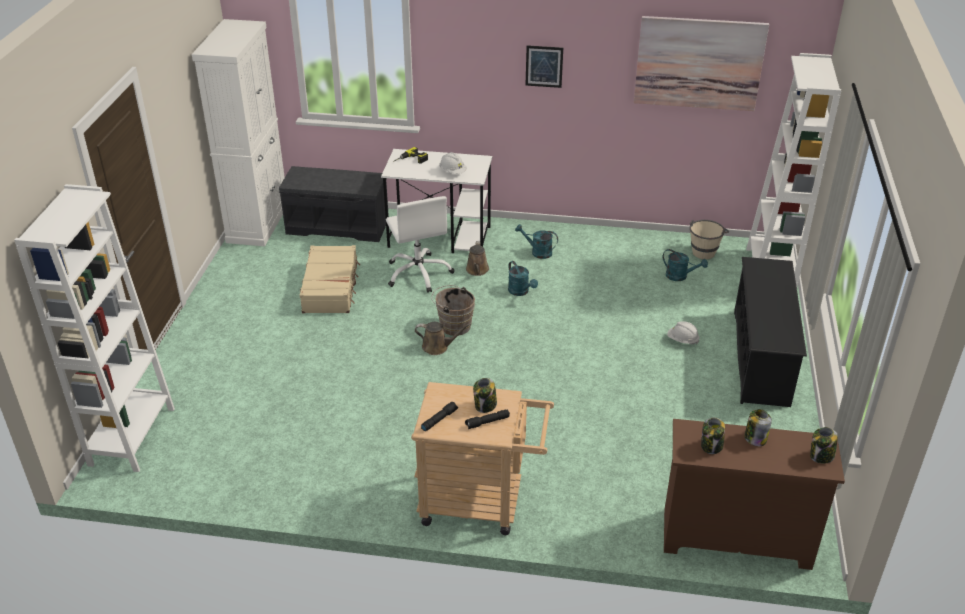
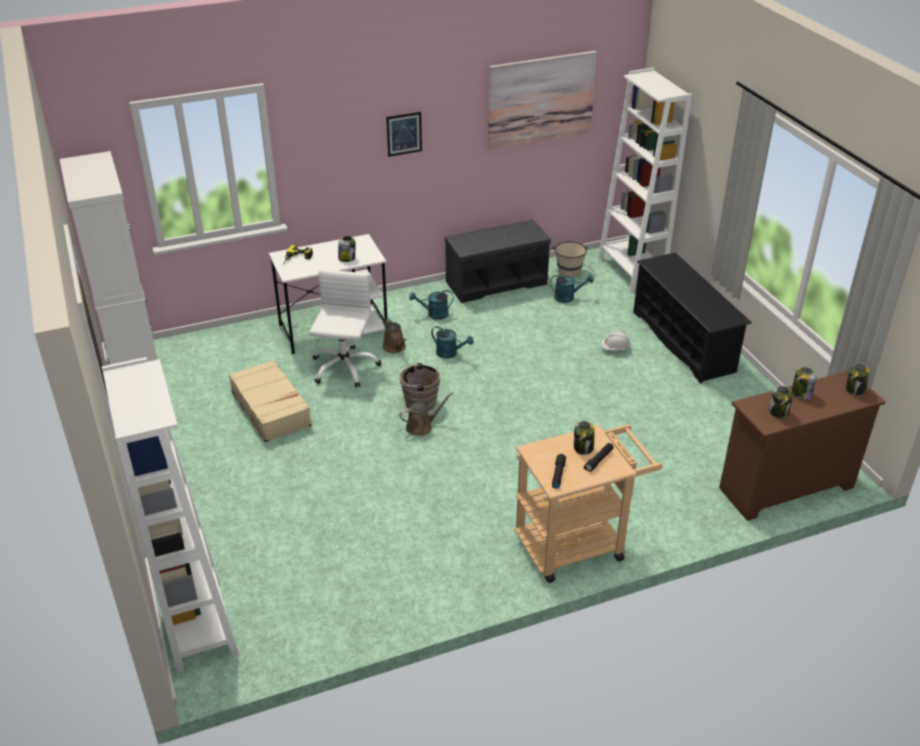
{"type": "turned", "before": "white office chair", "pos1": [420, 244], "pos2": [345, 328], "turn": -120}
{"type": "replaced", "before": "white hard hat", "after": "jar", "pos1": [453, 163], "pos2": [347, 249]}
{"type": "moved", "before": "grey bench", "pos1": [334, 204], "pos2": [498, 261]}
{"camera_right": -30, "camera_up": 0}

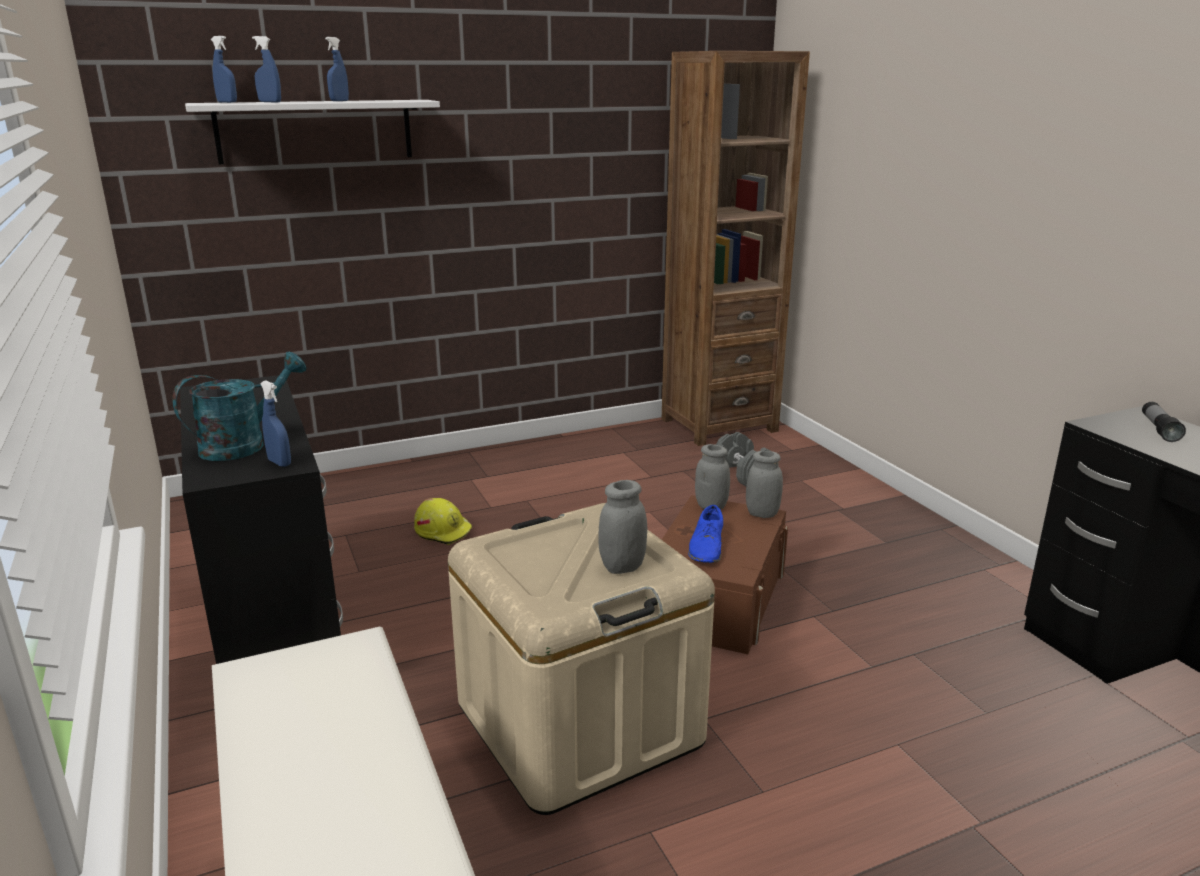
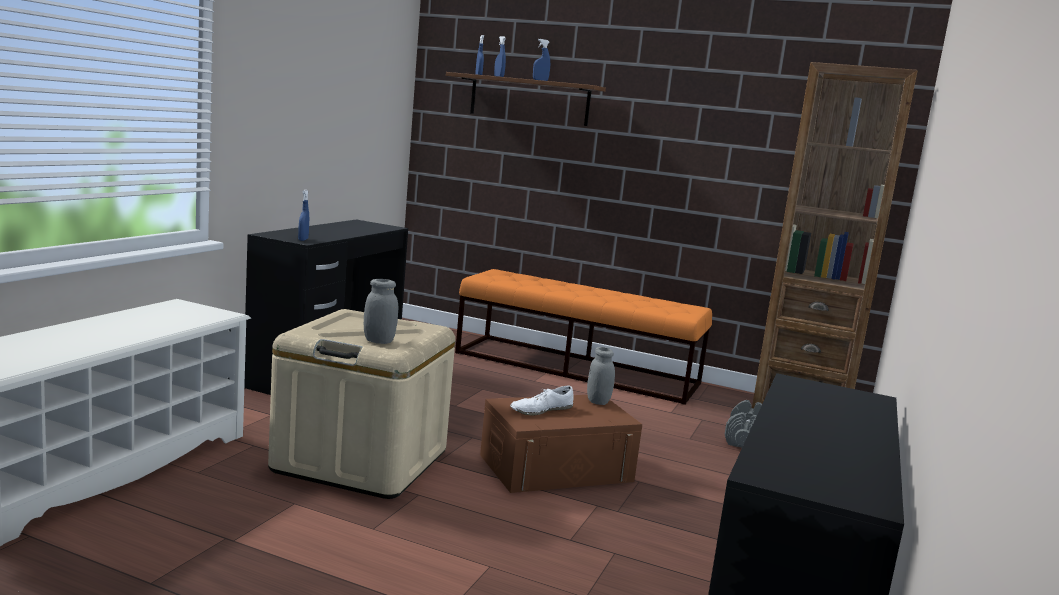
{"type": "recoloured", "before": "white shelf", "after": "brown shelf", "pos1": [312, 132], "pos2": [526, 99]}
{"type": "added", "after": "orange bench", "pos2": [583, 337]}
{"type": "recoloured", "before": "blue shoe", "after": "white shoe", "pos1": [705, 534], "pos2": [541, 400]}
{"type": "removed", "before": "turquoise watering can", "pos1": [239, 406]}
{"type": "removed", "before": "yellow hard hat", "pos1": [443, 521]}
{"type": "removed", "before": "grey jar", "pos1": [764, 484]}
{"type": "removed", "before": "flashlight", "pos1": [1164, 422]}
{"camera_right": 45, "camera_up": -10}

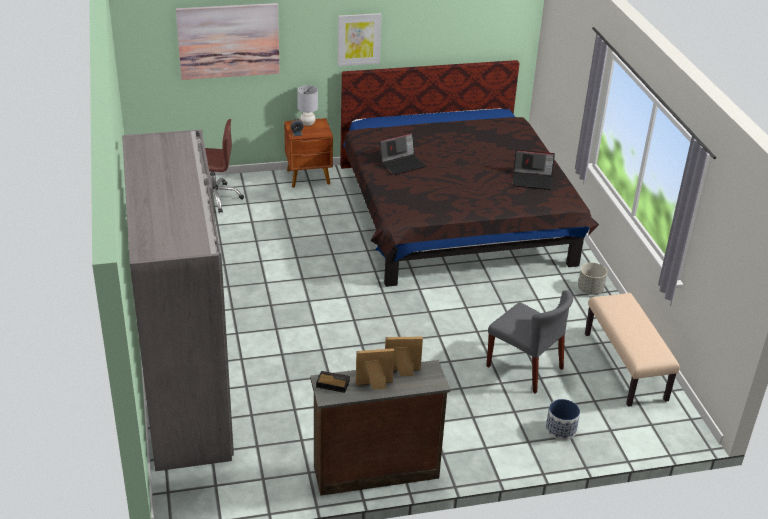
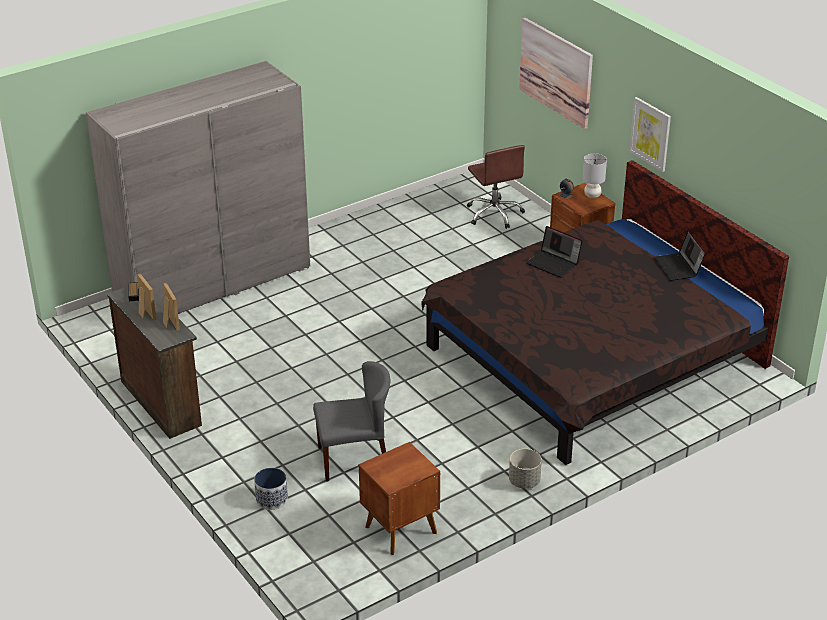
{"type": "turned", "before": "grey chair", "pos1": [529, 342], "pos2": [351, 421], "turn": -120}
{"type": "replaced", "before": "beige bench", "after": "brown nightstand", "pos1": [632, 350], "pos2": [399, 498]}
{"type": "moved", "before": "laptop", "pos1": [534, 170], "pos2": [680, 255]}
{"camera_right": 70, "camera_up": 0}

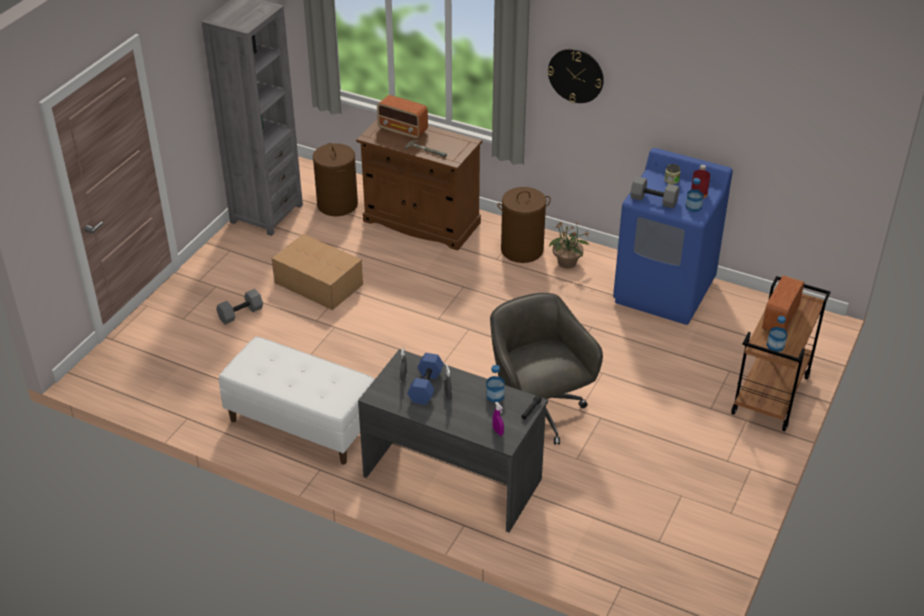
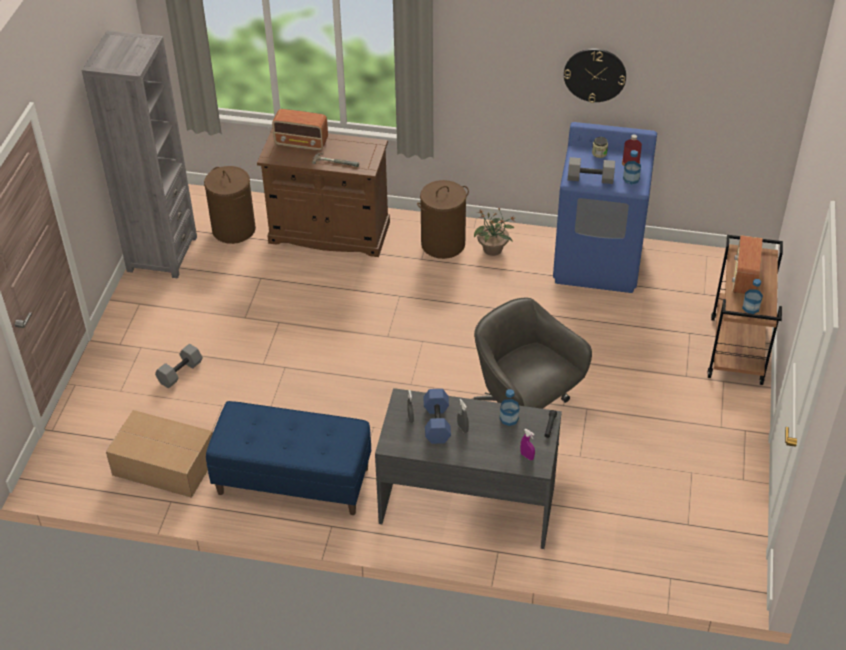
{"type": "moved", "before": "cardboard box", "pos1": [317, 272], "pos2": [159, 454]}
{"type": "recoloured", "before": "white bench", "after": "blue bench", "pos1": [297, 400], "pos2": [288, 458]}
{"type": "moved", "before": "wall clock", "pos1": [576, 75], "pos2": [595, 75]}
{"camera_right": -15, "camera_up": 5}

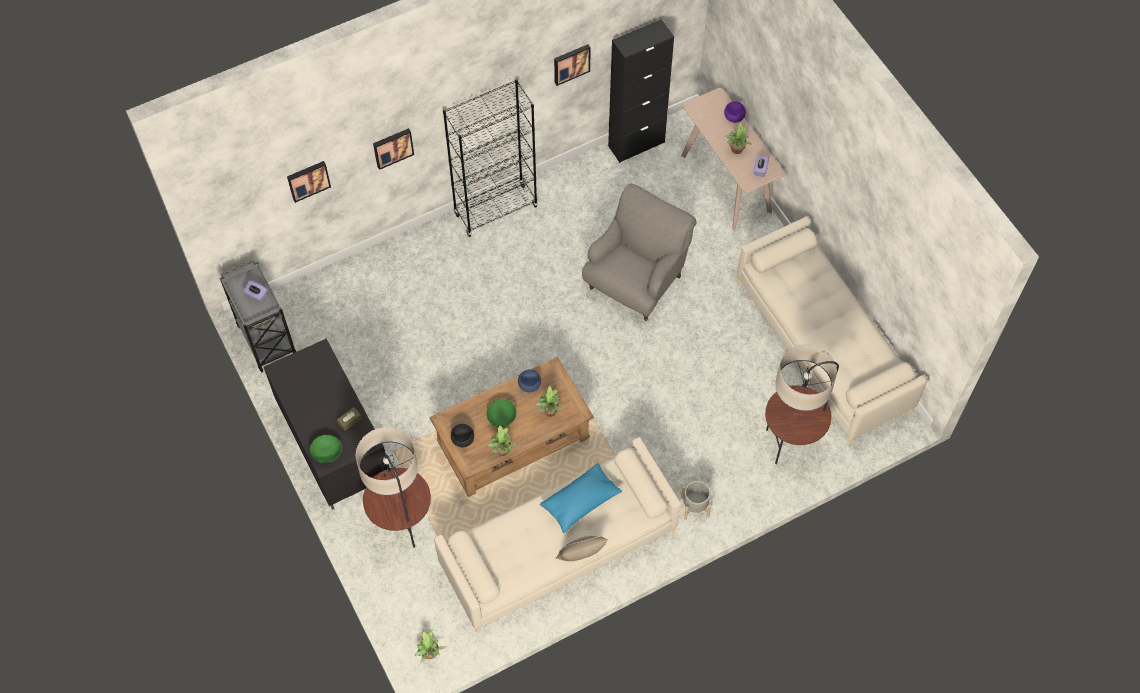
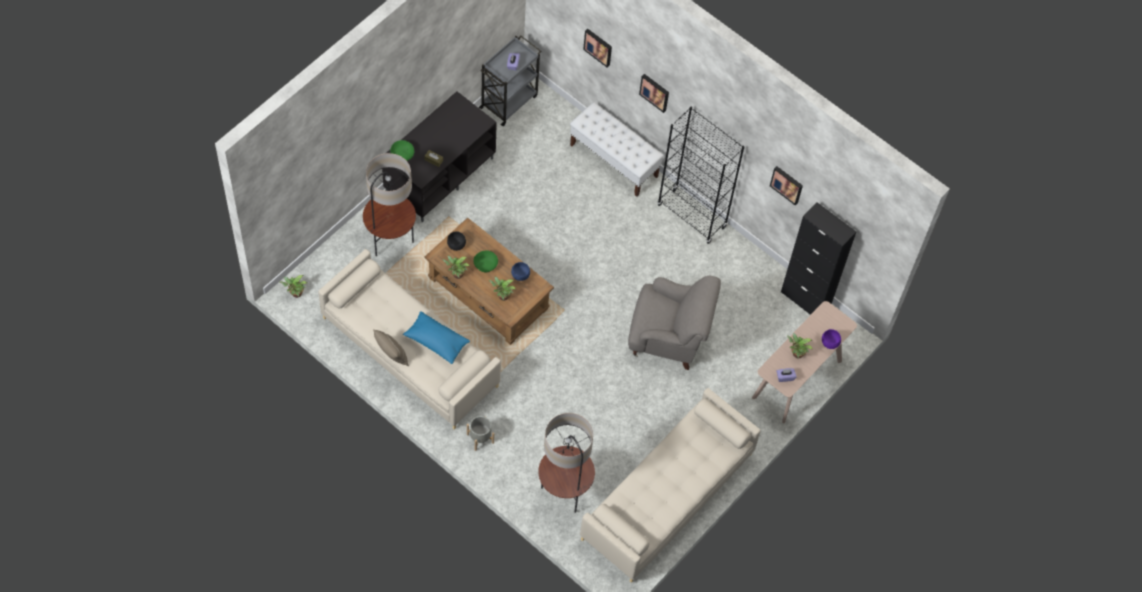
{"type": "added", "after": "white bench", "pos2": [617, 149]}
{"camera_right": 65, "camera_up": 0}

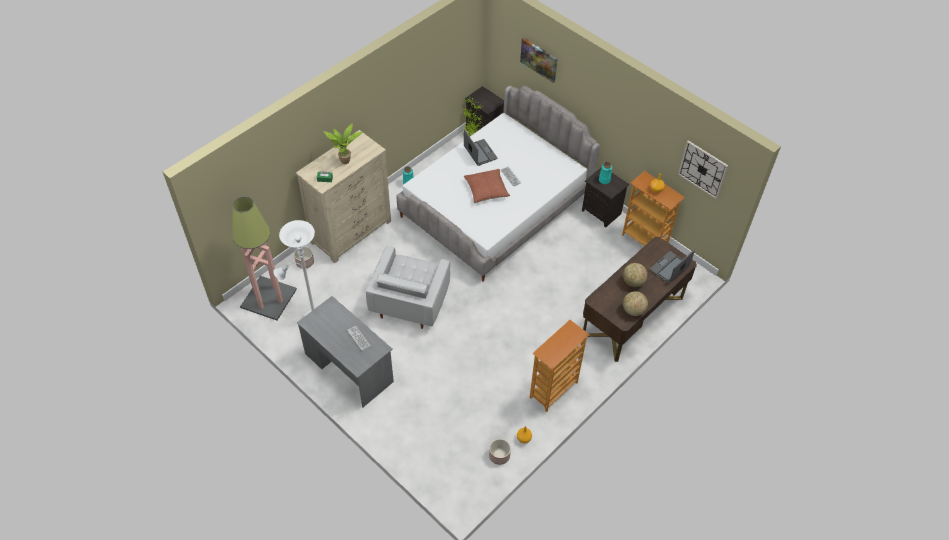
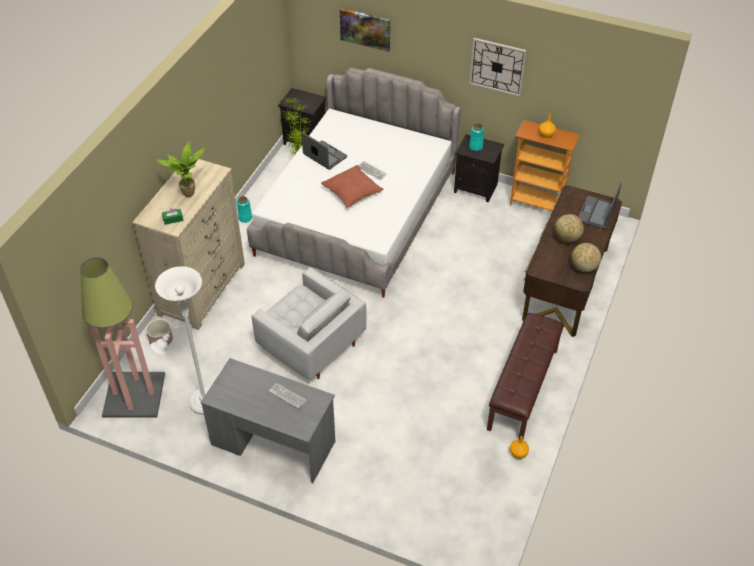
{"type": "turned", "before": "white armchair", "pos1": [408, 287], "pos2": [309, 323], "turn": -45}
{"type": "moved", "before": "wall clock", "pos1": [703, 170], "pos2": [498, 67]}
{"type": "replaced", "before": "bookcase", "after": "brown bench", "pos1": [560, 366], "pos2": [525, 376]}
{"type": "removed", "before": "planter", "pos1": [500, 452]}
{"camera_right": -20, "camera_up": -5}

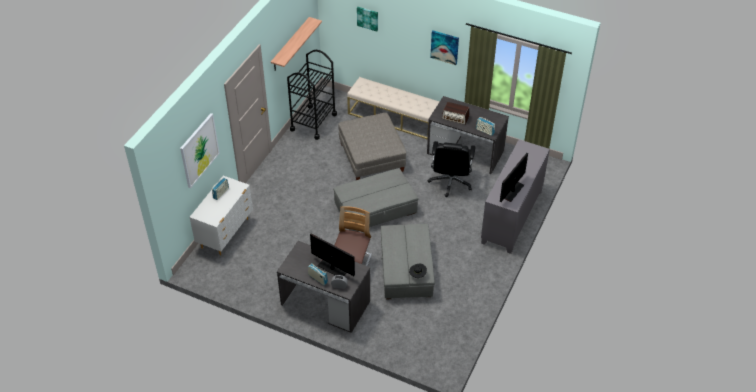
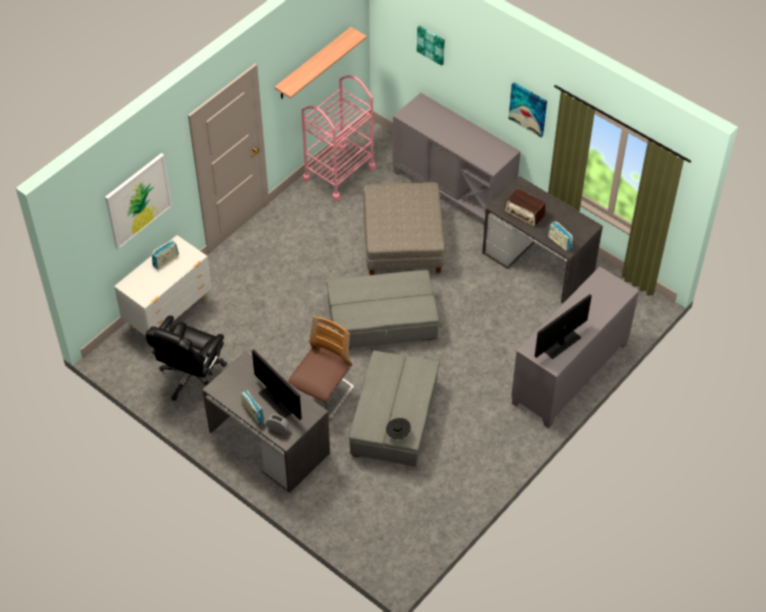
{"type": "moved", "before": "black office chair", "pos1": [452, 169], "pos2": [186, 357]}
{"type": "recoloured", "before": "black cart", "after": "pink cart", "pos1": [312, 95], "pos2": [338, 138]}
{"type": "replaced", "before": "beige bench", "after": "grey cabinet", "pos1": [393, 108], "pos2": [457, 159]}
{"camera_right": 15, "camera_up": 5}

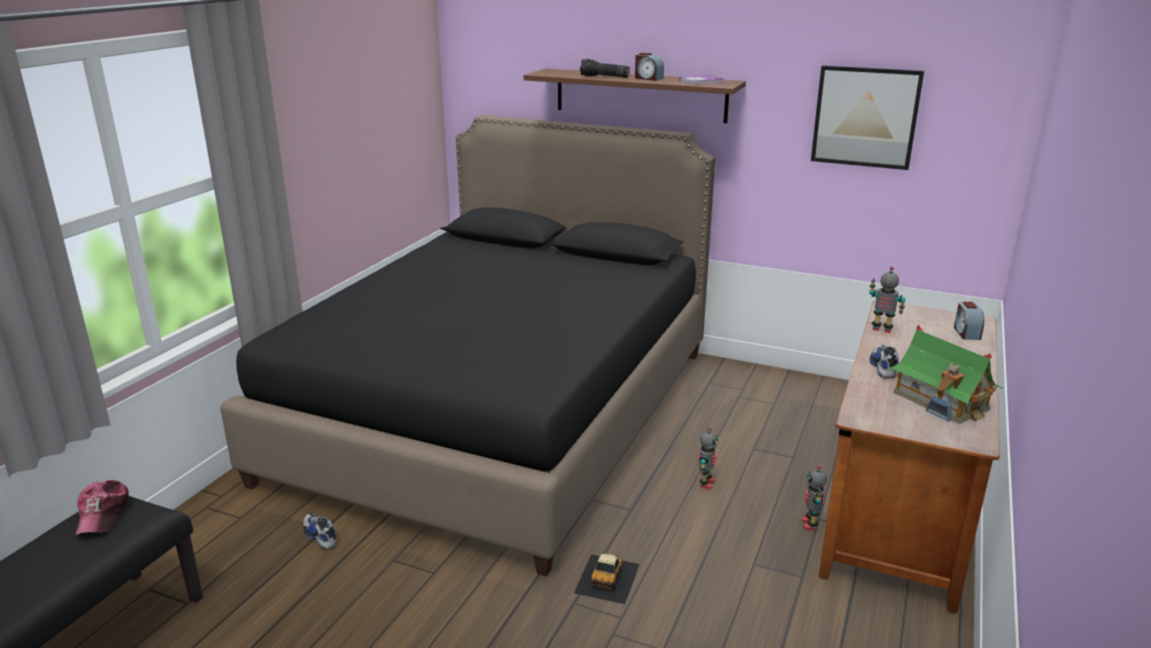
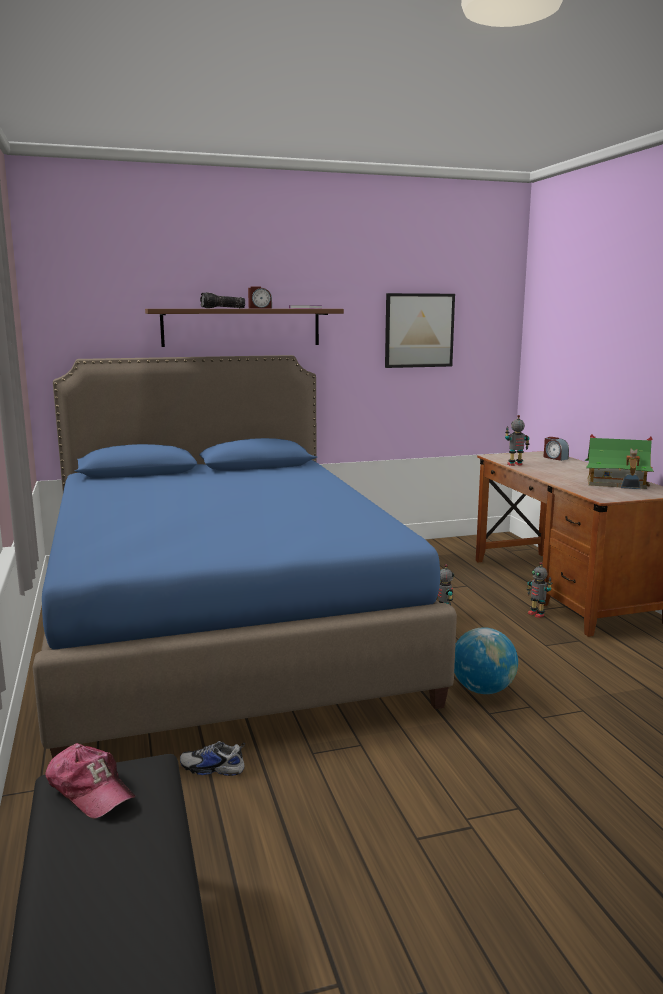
{"type": "recoloured", "before": "black bed", "after": "blue bed", "pos1": [467, 346], "pos2": [245, 557]}
{"type": "replaced", "before": "toy car", "after": "globe", "pos1": [607, 579], "pos2": [486, 660]}
{"type": "removed", "before": "shoe", "pos1": [884, 361]}
{"camera_right": -40, "camera_up": -10}

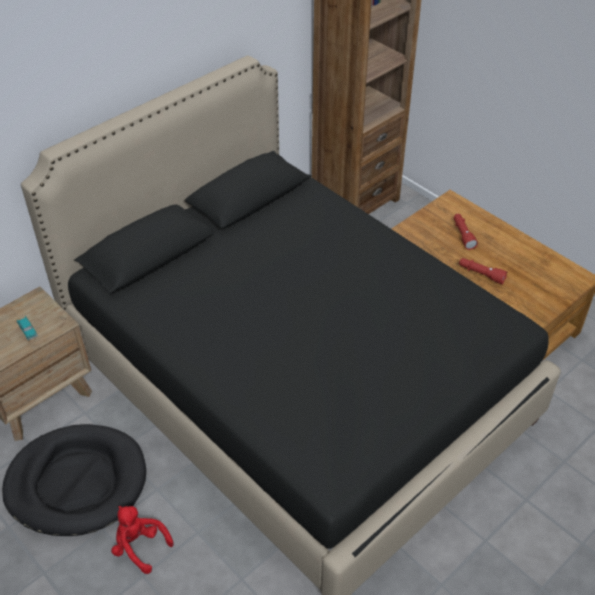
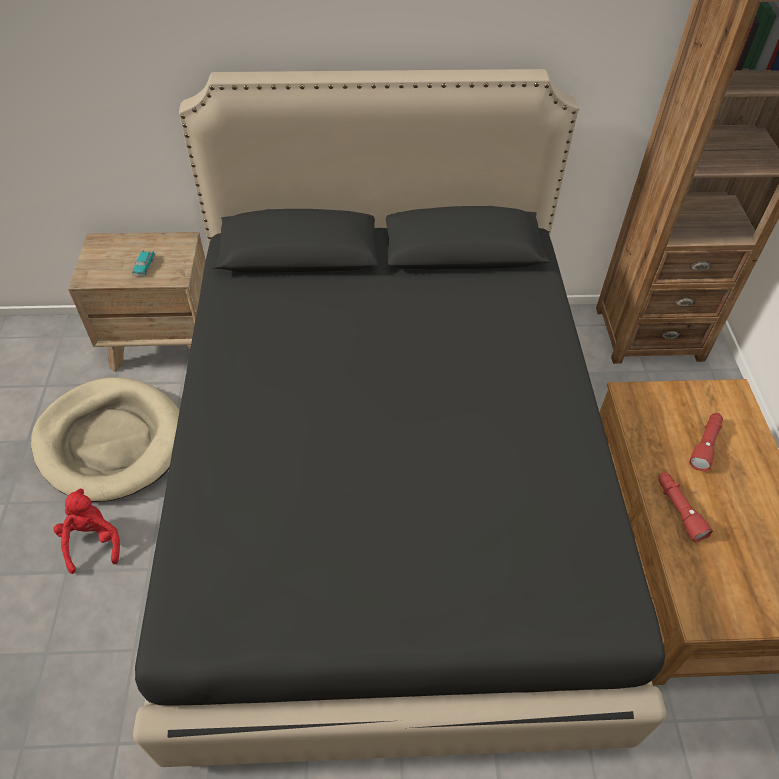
{"type": "recoloured", "before": "black dog bed", "after": "beige dog bed", "pos1": [74, 480], "pos2": [105, 439]}
{"camera_right": 40, "camera_up": 5}

